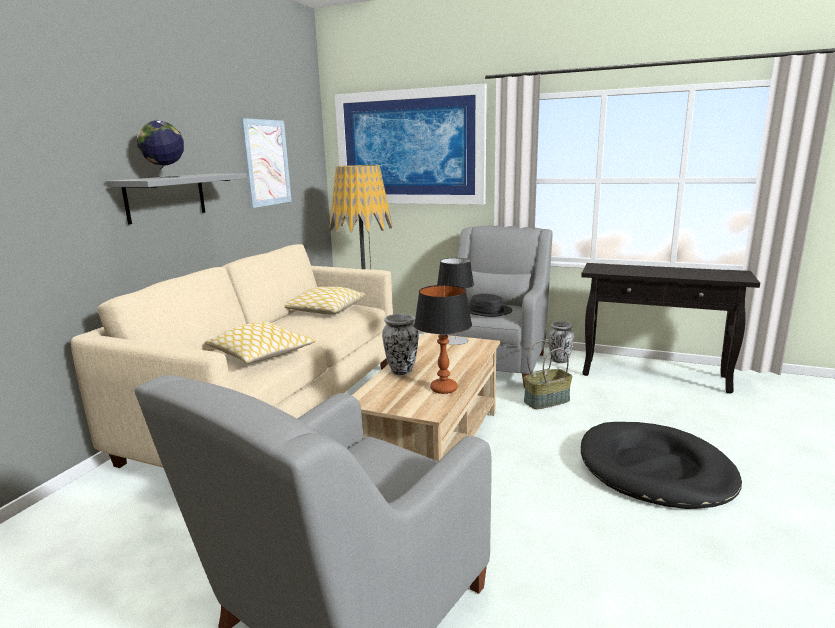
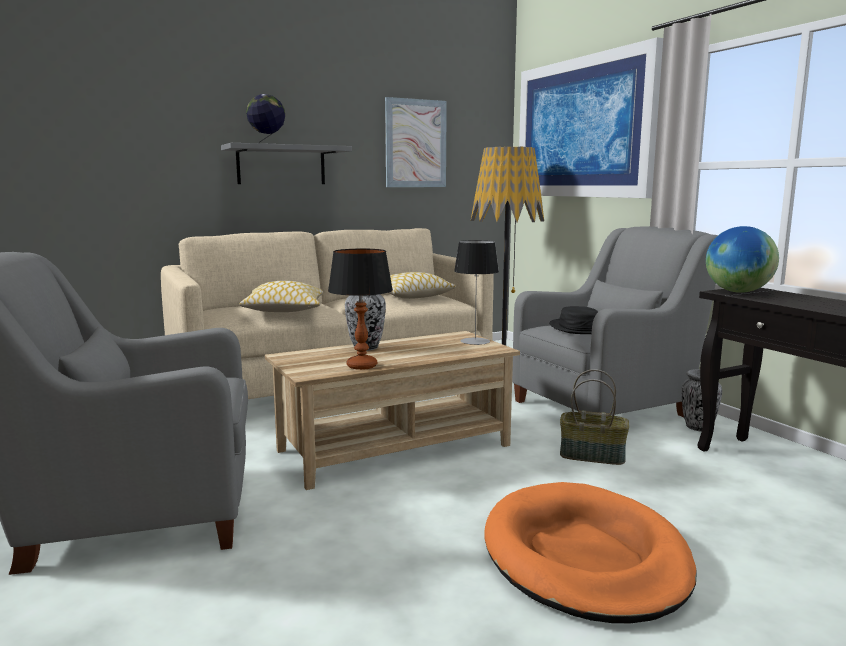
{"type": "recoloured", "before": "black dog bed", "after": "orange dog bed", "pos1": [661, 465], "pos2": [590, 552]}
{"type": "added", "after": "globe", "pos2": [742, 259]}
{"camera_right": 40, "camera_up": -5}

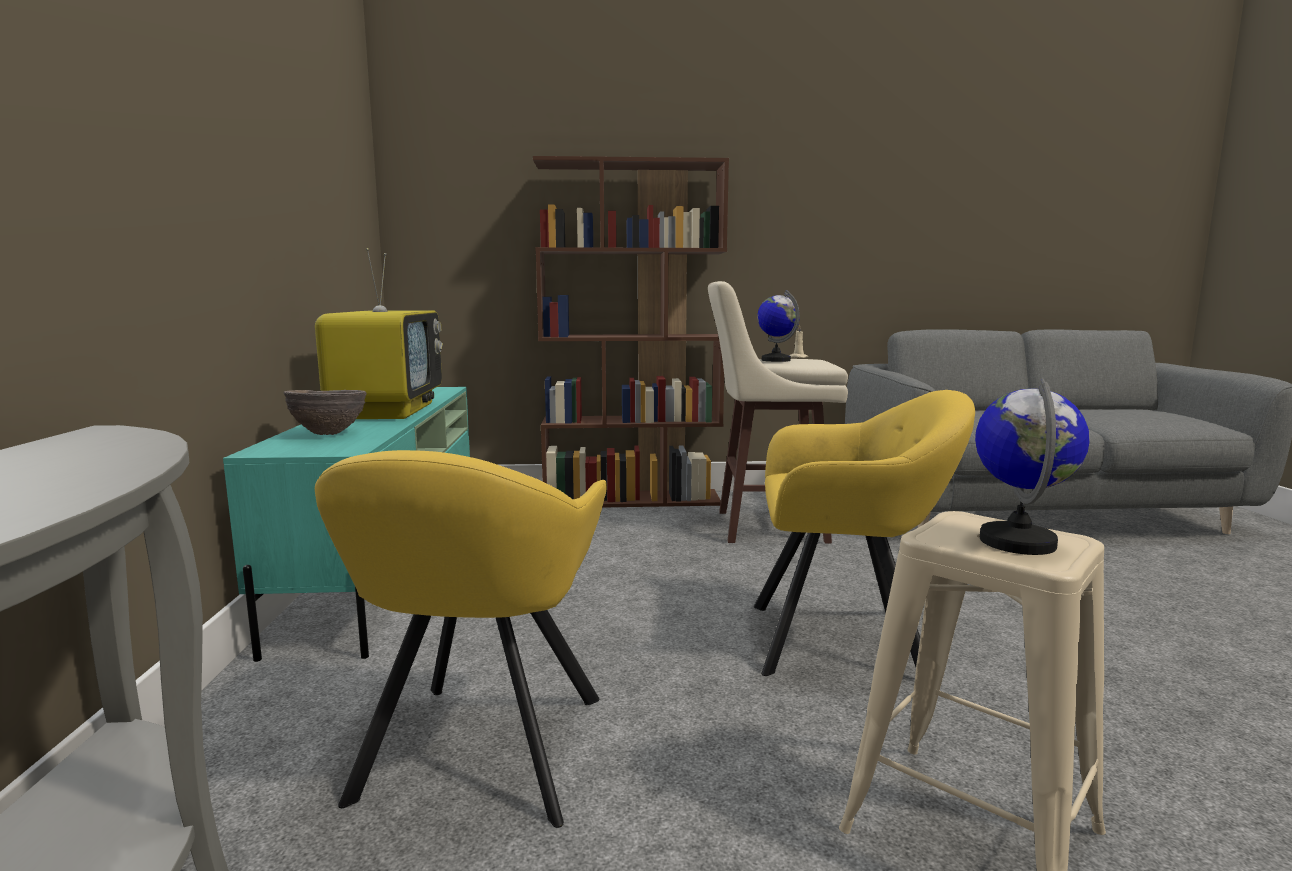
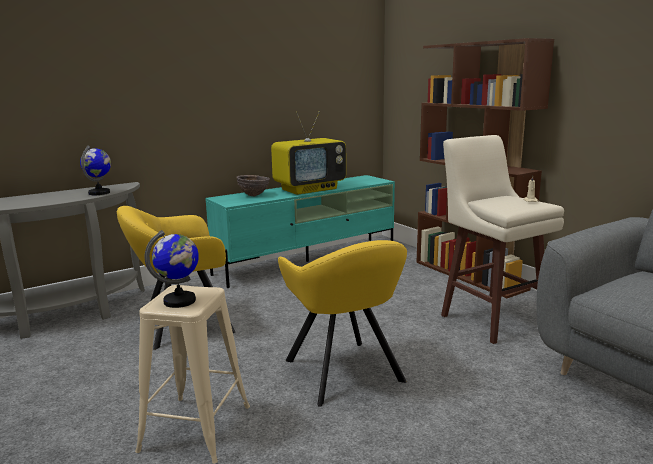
{"type": "moved", "before": "globe", "pos1": [778, 326], "pos2": [95, 170]}
{"camera_right": 60, "camera_up": 5}

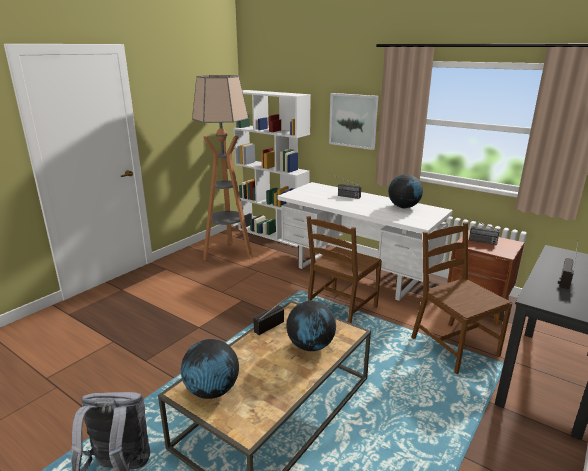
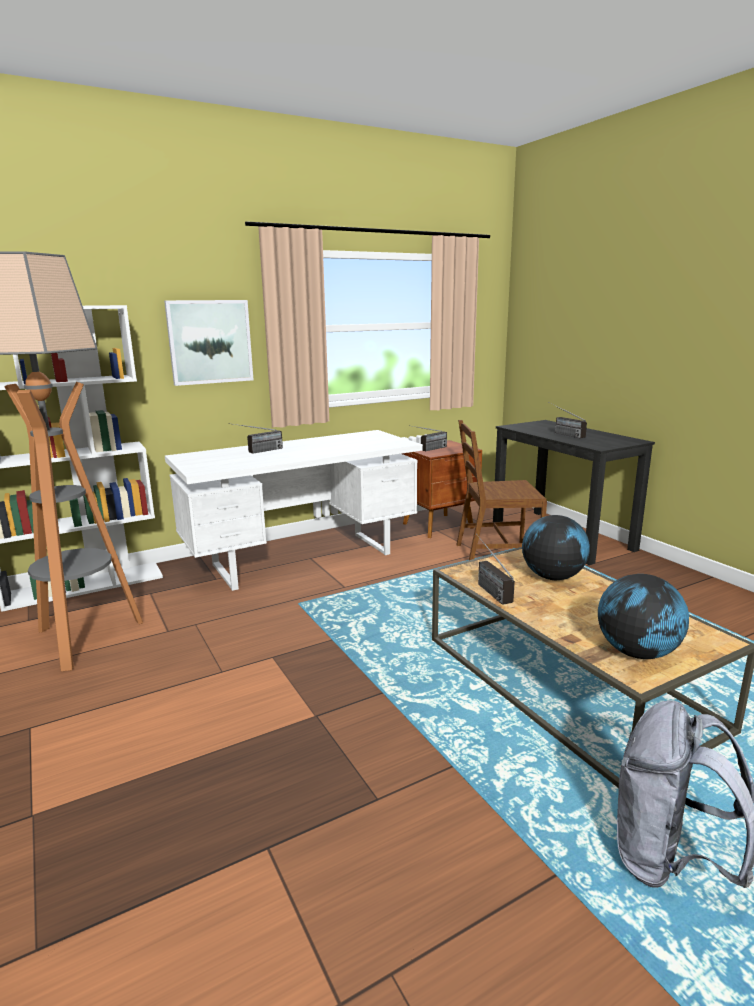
{"type": "removed", "before": "brown chair", "pos1": [344, 269]}
{"type": "removed", "before": "globe", "pos1": [405, 191]}
{"camera_right": -65, "camera_up": -5}

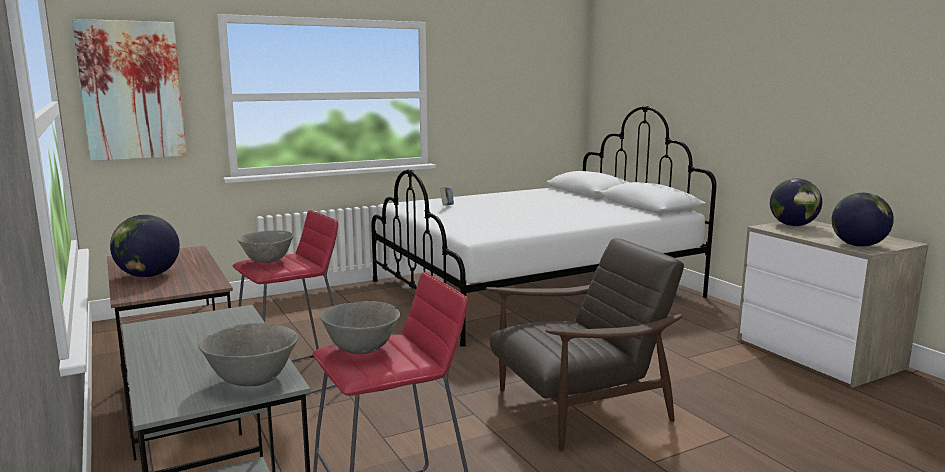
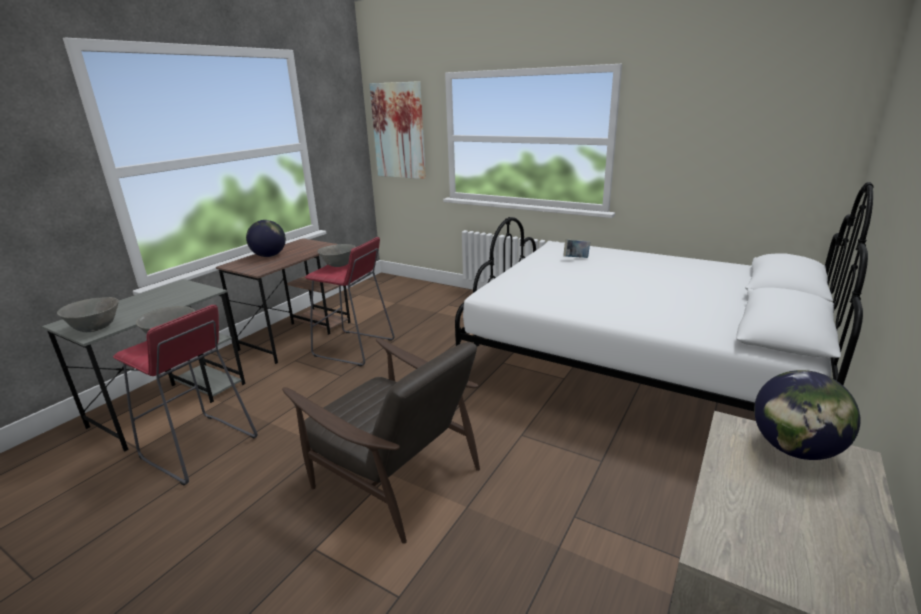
{"type": "removed", "before": "globe", "pos1": [863, 220]}
{"camera_right": 60, "camera_up": 10}

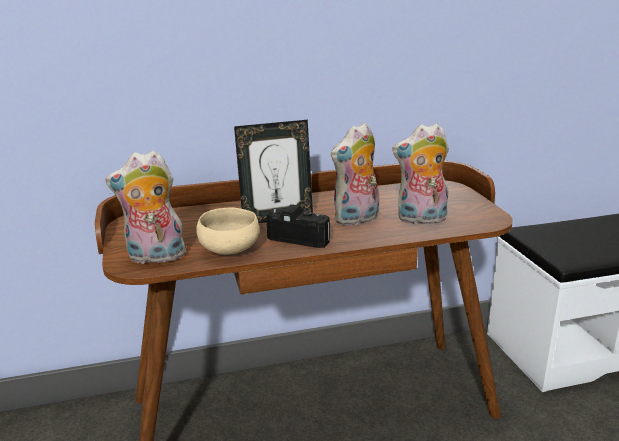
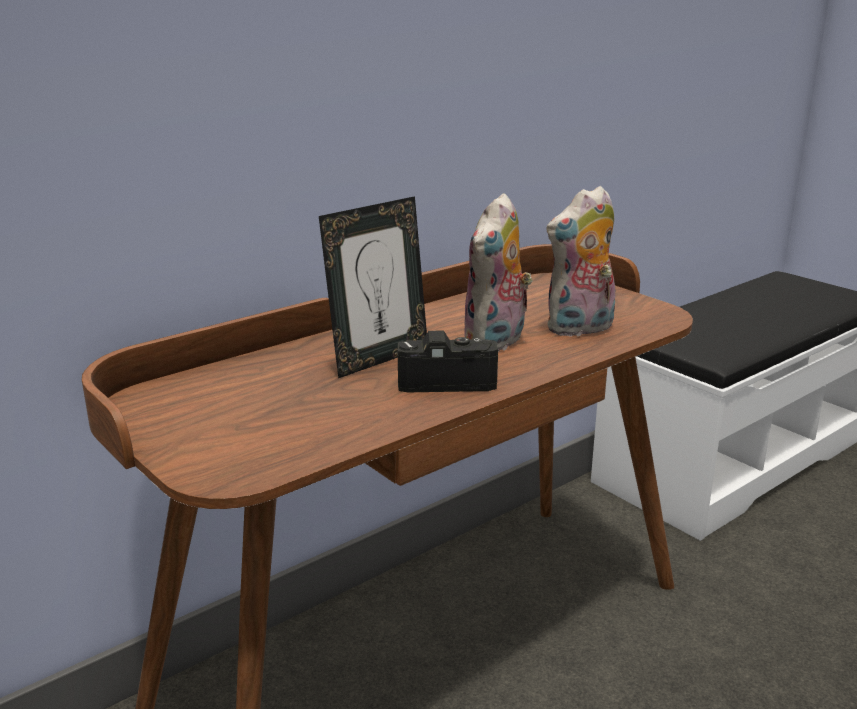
{"type": "removed", "before": "plush toy", "pos1": [146, 207]}
{"type": "removed", "before": "beige bowl", "pos1": [227, 231]}
{"camera_right": -25, "camera_up": 0}

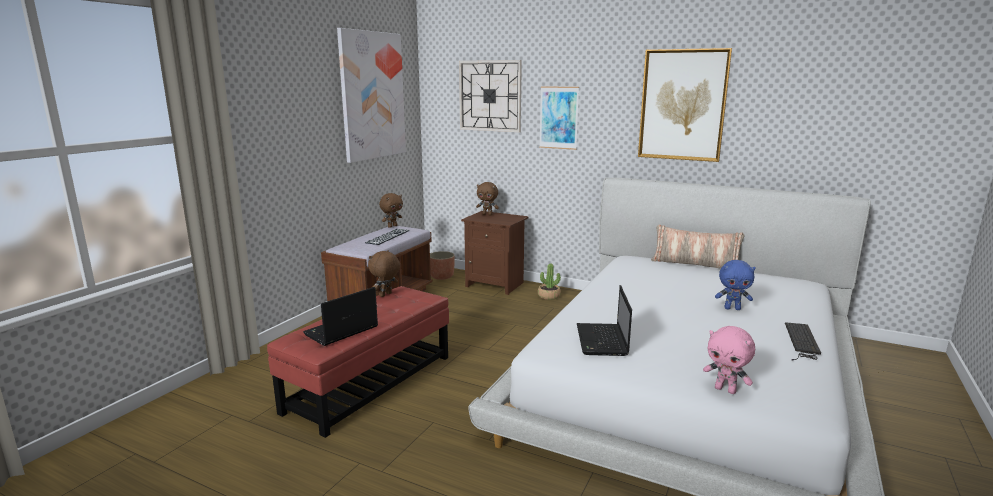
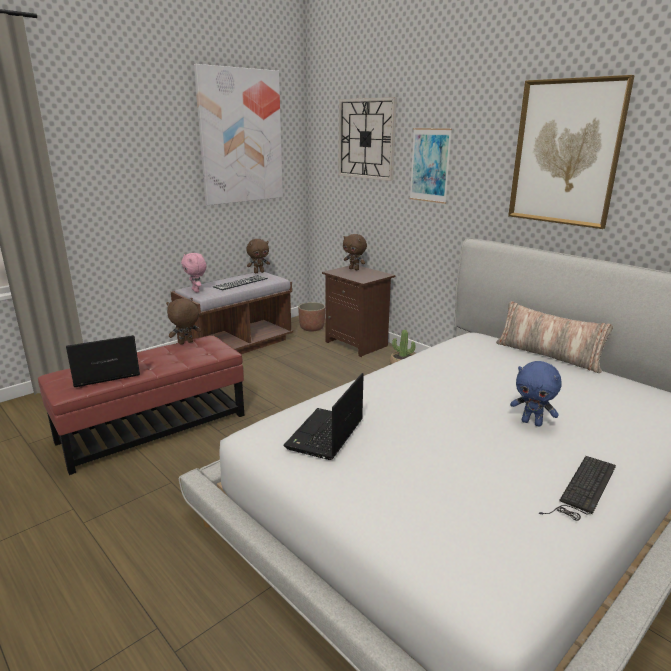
{"type": "moved", "before": "pink plush toy", "pos1": [729, 360], "pos2": [193, 272]}
{"camera_right": 20, "camera_up": 5}

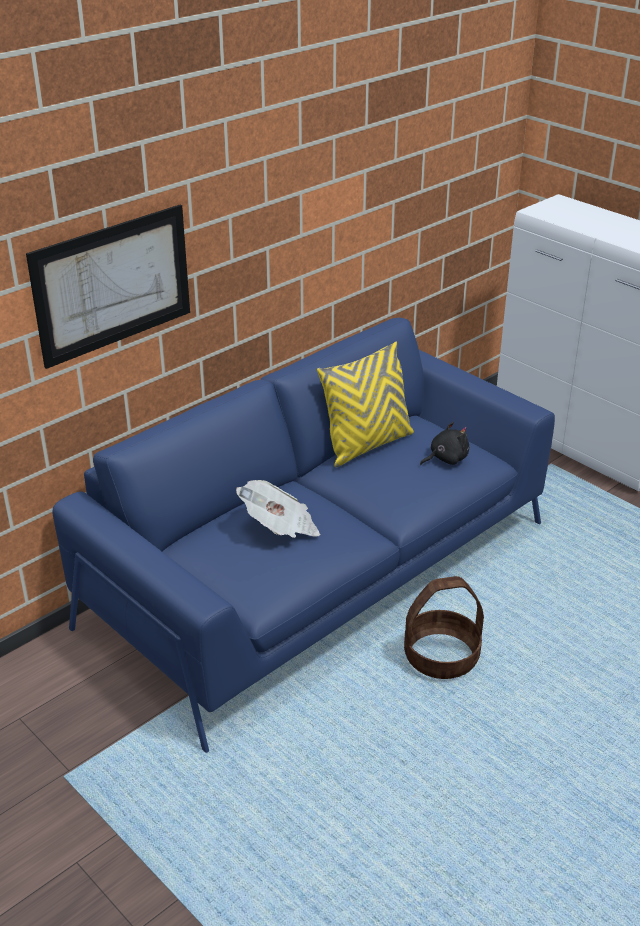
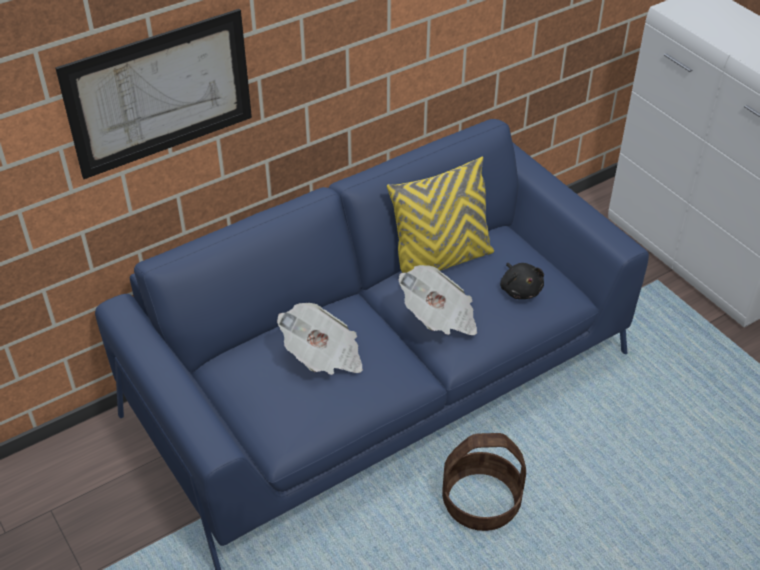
{"type": "added", "after": "newspaper", "pos2": [438, 300]}
{"type": "turned", "before": "black plush toy", "pos1": [444, 443], "pos2": [522, 281], "turn": 90}
{"camera_right": 10, "camera_up": 10}

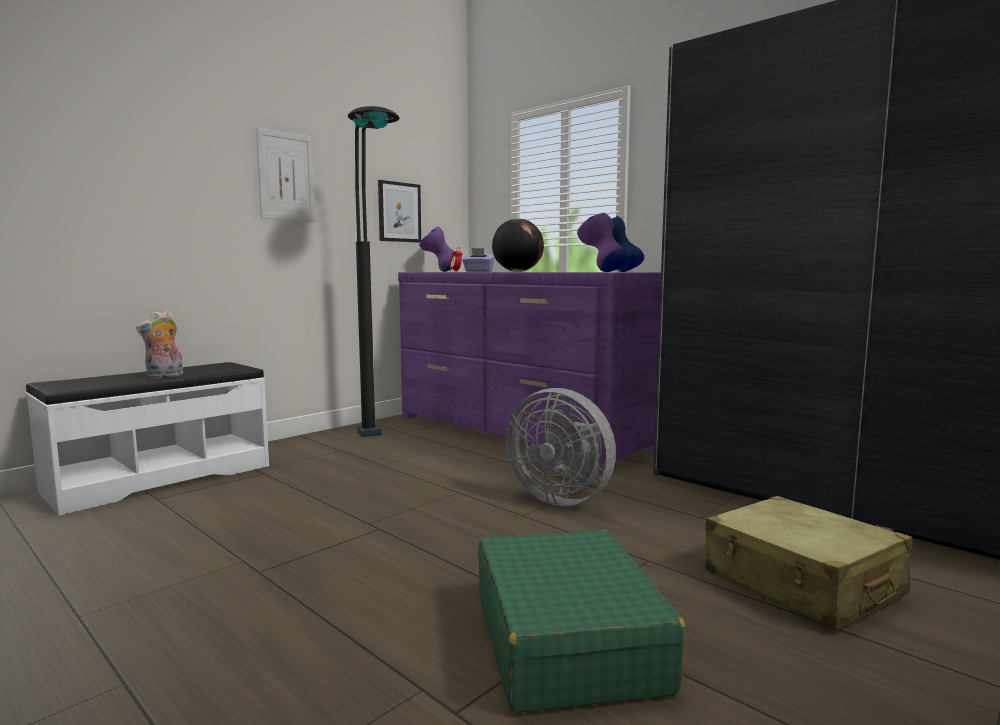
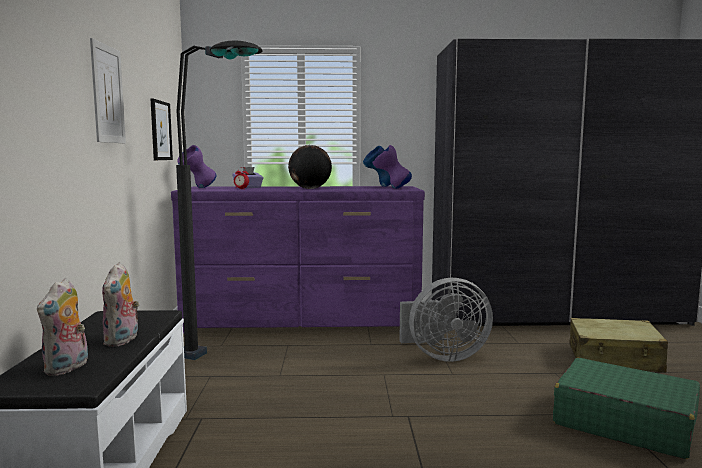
{"type": "added", "after": "plush toy", "pos2": [62, 327]}
{"camera_right": -45, "camera_up": 0}

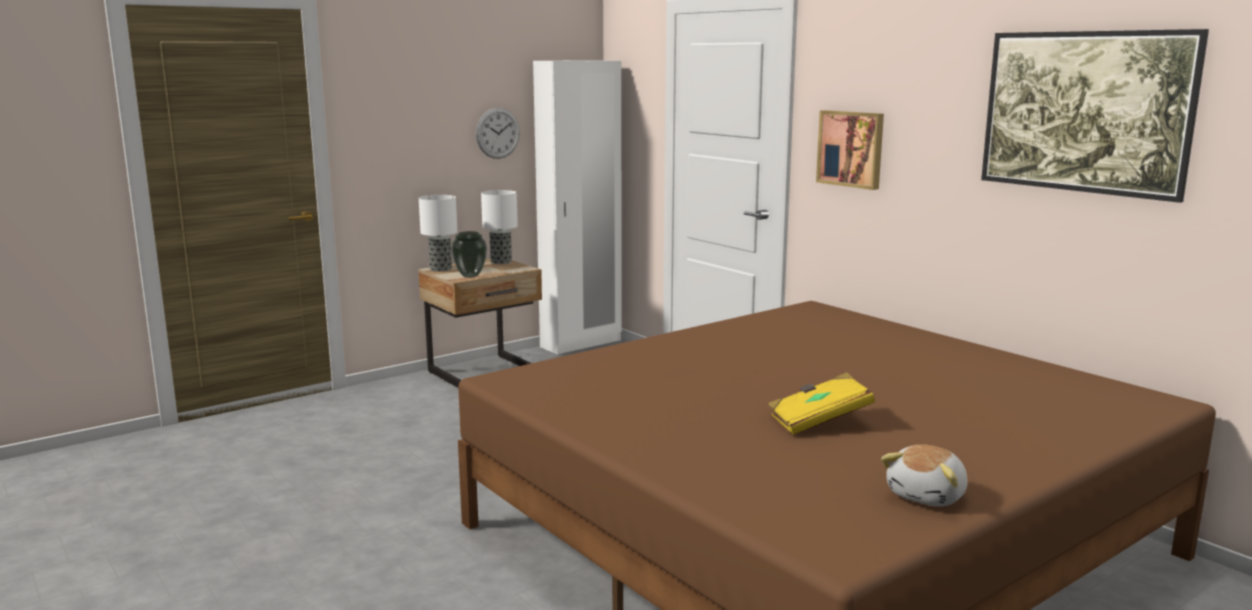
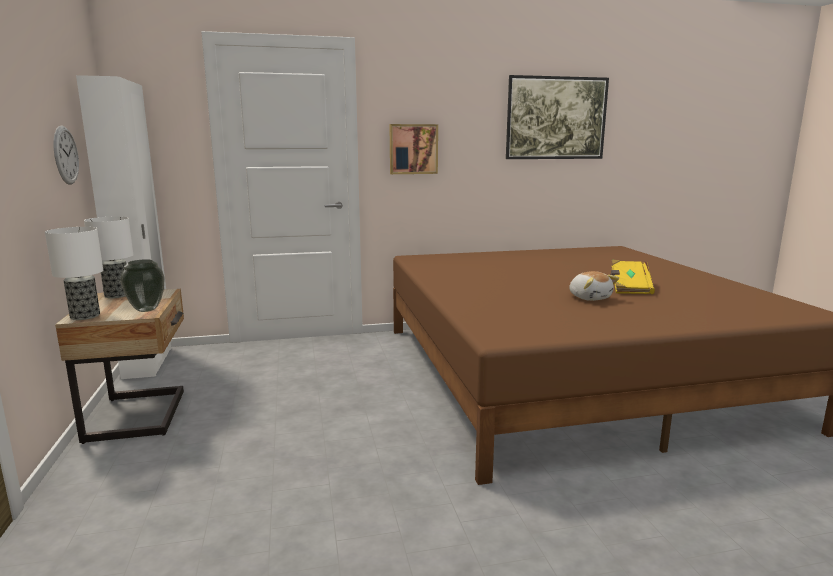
{"type": "moved", "before": "plush toy", "pos1": [924, 475], "pos2": [594, 286]}
{"camera_right": -65, "camera_up": 0}

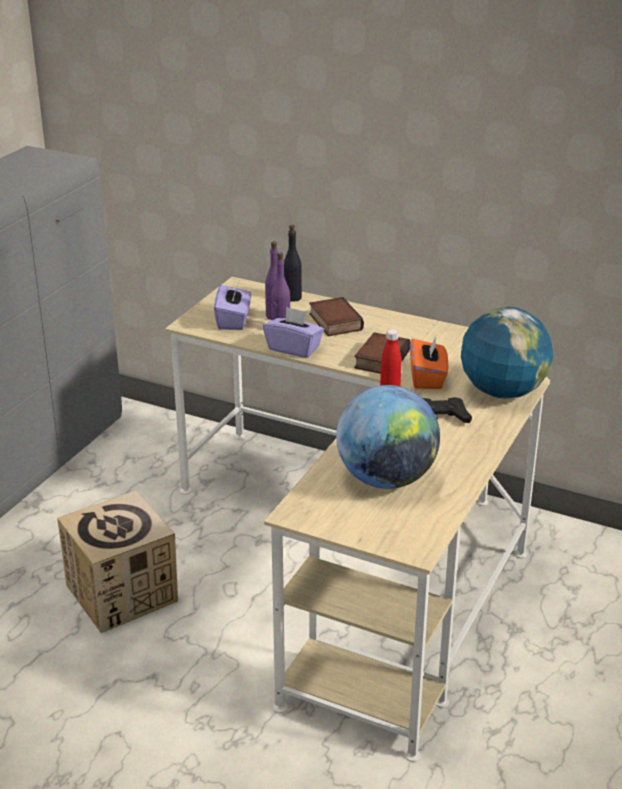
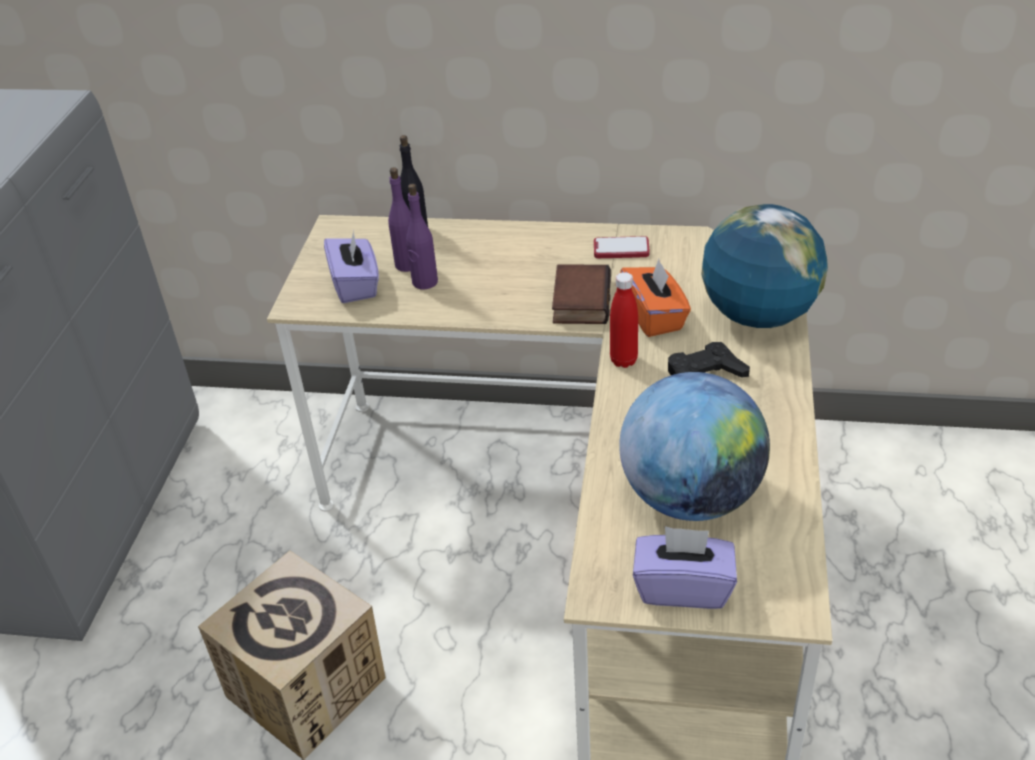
{"type": "added", "after": "phone", "pos2": [621, 247]}
{"type": "moved", "before": "purple tissue box", "pos1": [293, 332], "pos2": [685, 567]}
{"type": "removed", "before": "book", "pos1": [336, 316]}
{"camera_right": -15, "camera_up": 10}

